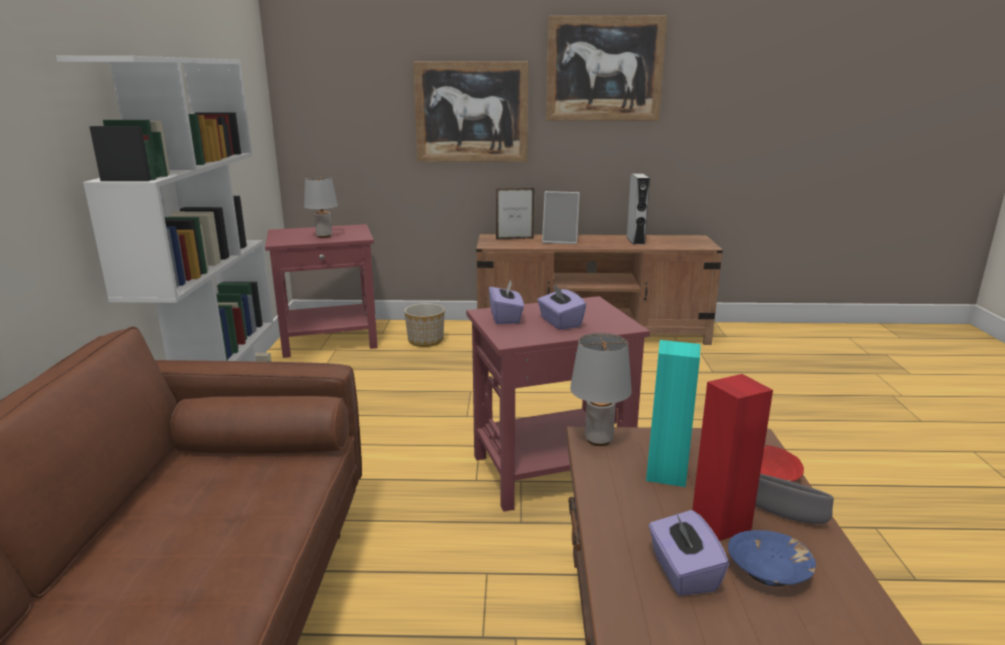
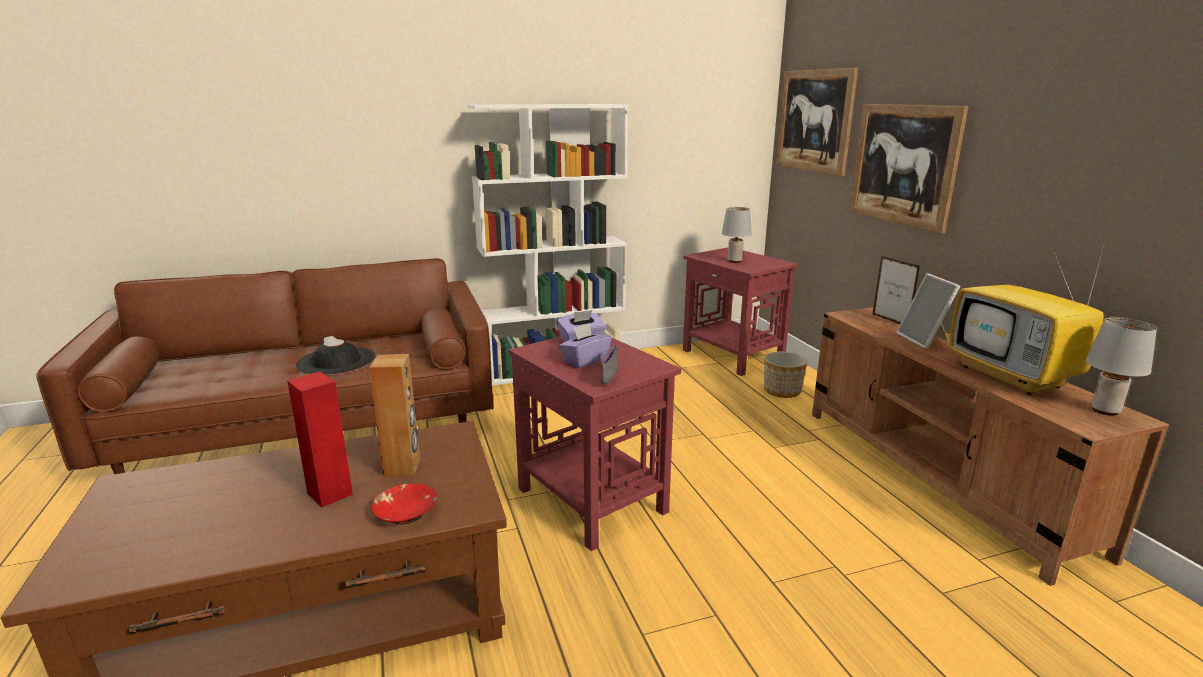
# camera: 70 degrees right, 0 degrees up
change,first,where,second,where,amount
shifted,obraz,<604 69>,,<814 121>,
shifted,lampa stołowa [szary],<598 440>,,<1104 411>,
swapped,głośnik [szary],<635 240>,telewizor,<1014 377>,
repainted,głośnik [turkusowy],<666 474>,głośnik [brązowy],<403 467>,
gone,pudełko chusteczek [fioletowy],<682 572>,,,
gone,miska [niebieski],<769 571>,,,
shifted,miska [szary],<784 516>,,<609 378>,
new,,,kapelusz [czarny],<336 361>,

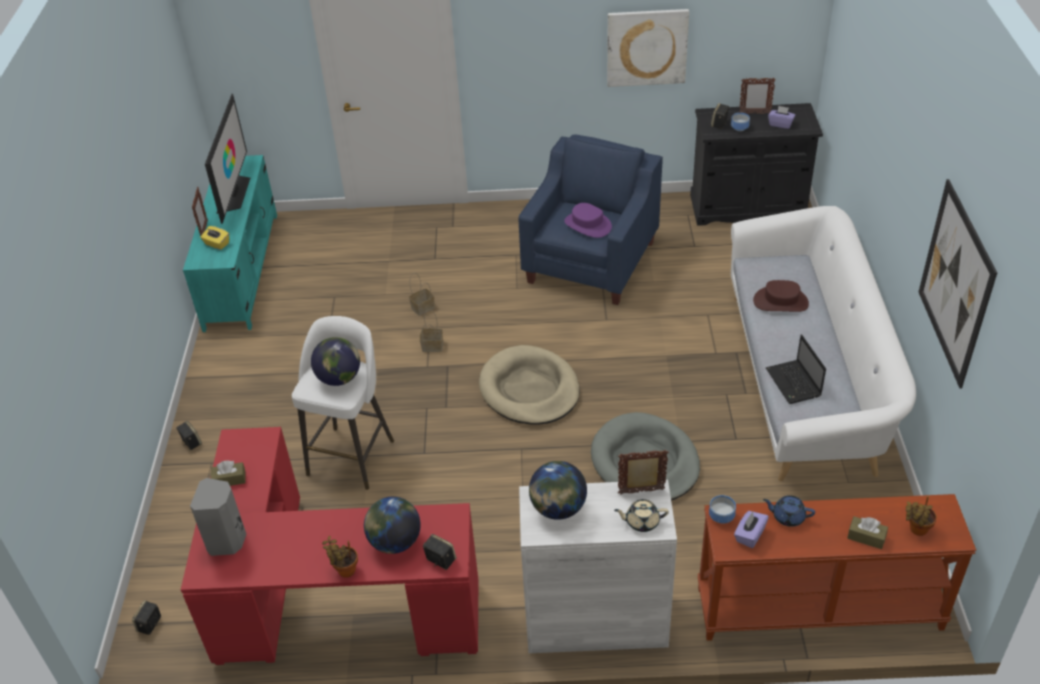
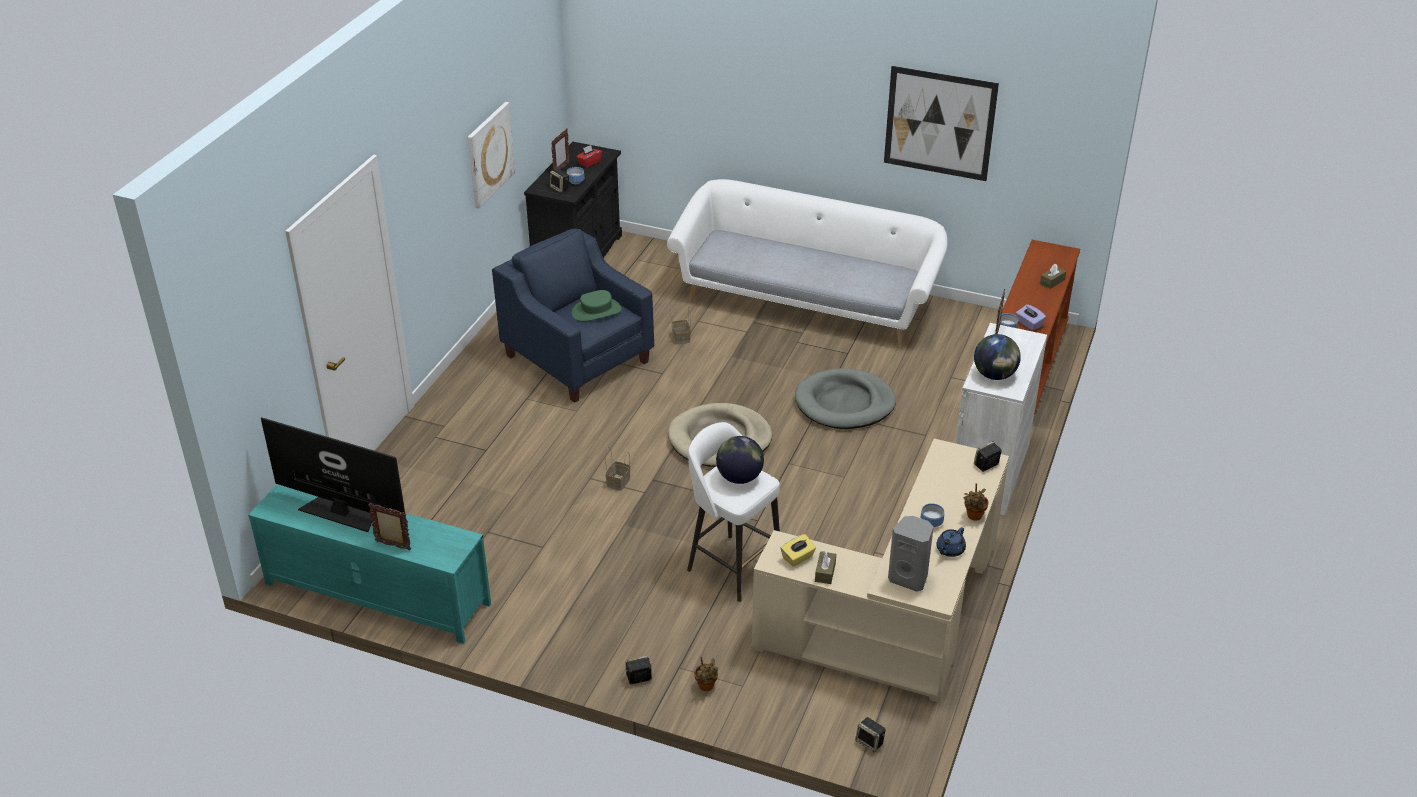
# camera: 70 degrees left, 5 degrees down
change,first,where,second,where,amount
repainted,biurko [czerwony],<325 602>,biurko [beżowy],<900 618>,
shifted,pudełko chusteczek [żółty],<217 244>,,<798 558>,
gone,globus,<395 542>,,,
shifted,koszyk,<423 307>,,<680 338>,
repainted,kapelusz [fioletowy],<587 225>,kapelusz [zielony],<596 311>,
gone,imbryk [beżowy],<641 522>,,,
gone,kapelusz [brązowy],<780 302>,,,
shifted,imbryk [niebieski],<787 516>,,<949 550>,
gone,laptop,<794 383>,,,
repainted,pudełko chusteczek [fioletowy],<780 124>,pudełko chusteczek [czerwony],<589 163>,
shifted,roślina doniczkowa,<916 530>,,<706 687>,
new,,,miska,<932 523>,

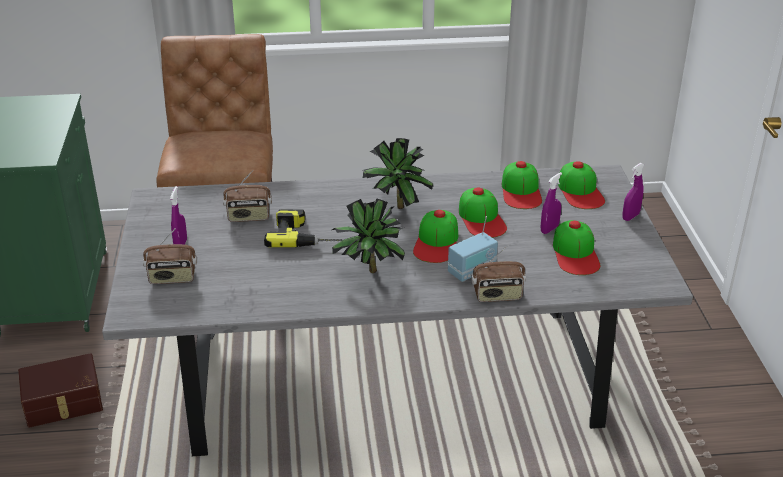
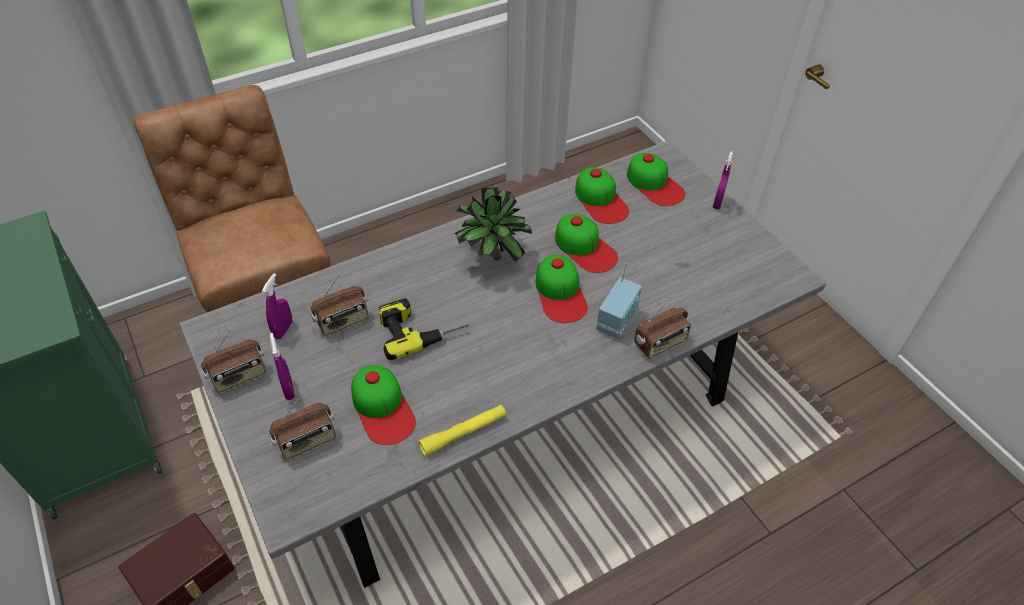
# camera: 25 degrees left, 15 degrees up
change,first,where,second,where,amount
gone,roślina doniczkowa,<369 274>,,,
shifted,spryskiwacz [fioletowy],<549 229>,,<283 329>,
shifted,czapka z daszkiem,<575 253>,,<383 408>,
new,,,radio,<239 377>,
new,,,latarka [żółty],<463 433>,

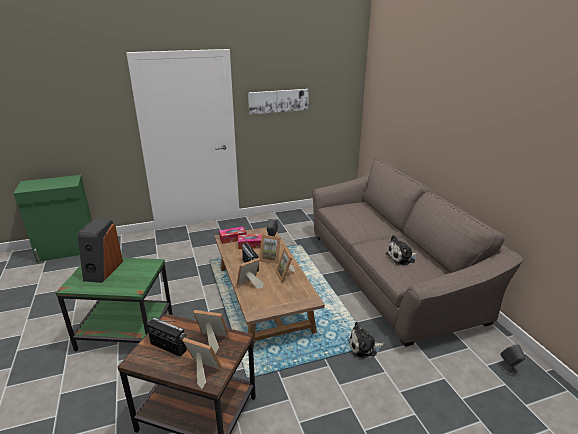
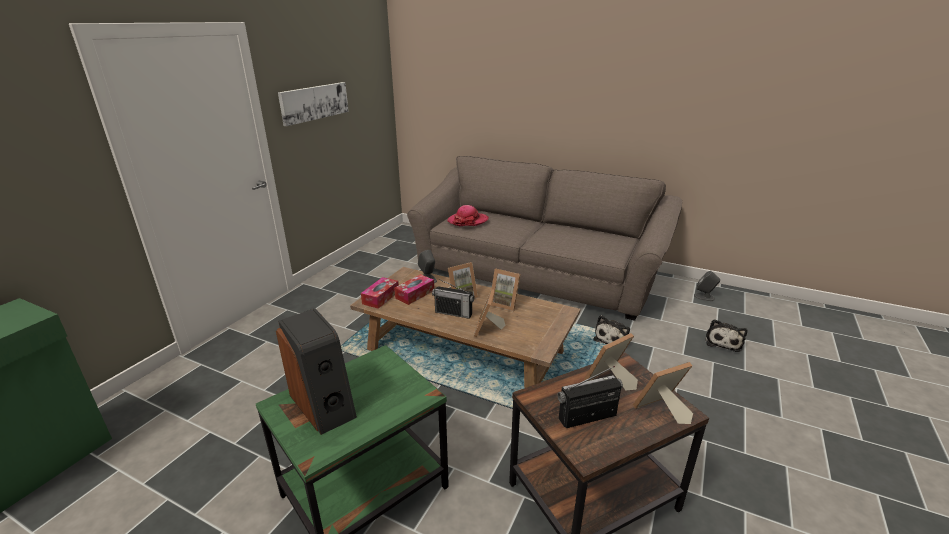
# camera: 45 degrees left, 0 degrees up
change,first,where,second,where,amount
shifted,pluszak,<402 258>,,<723 341>,
new,,,kapelusz,<468 221>,

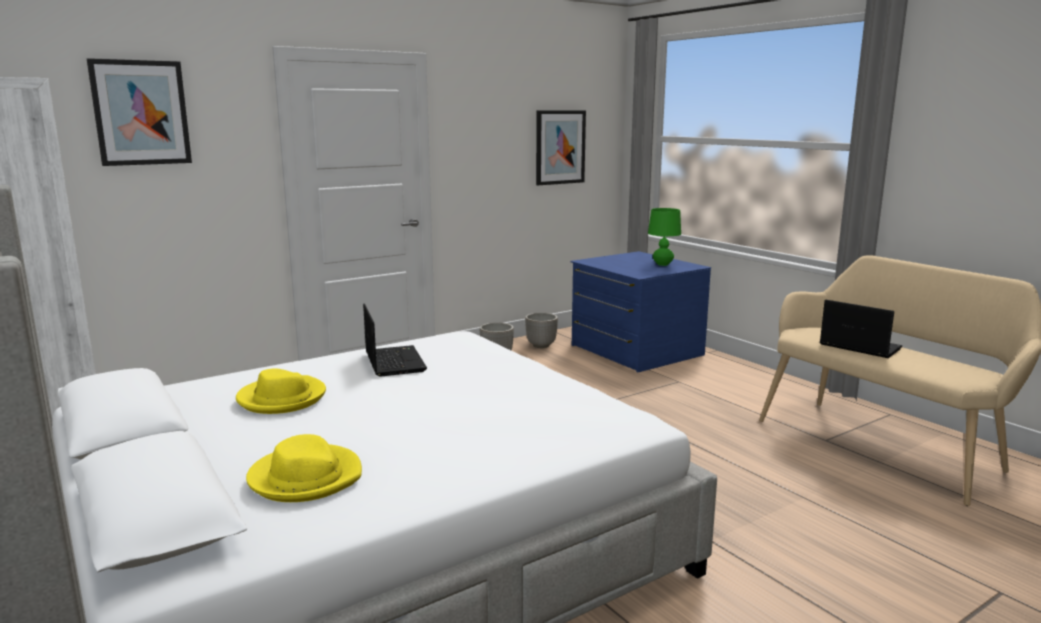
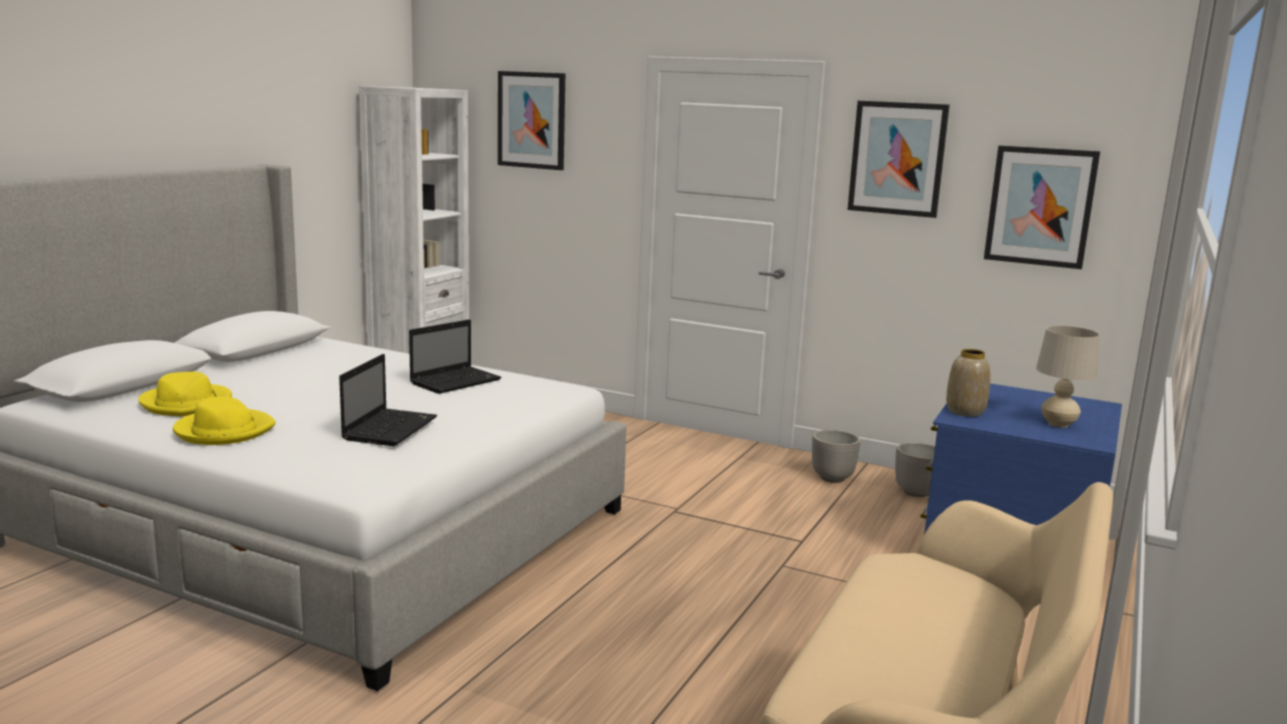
# camera: 60 degrees right, 0 degrees up
change,first,where,second,where,amount
shifted,kapelusz [żółty],<282 398>,,<224 431>,
repainted,lampa stołowa [zielony],<662 264>,lampa stołowa [beżowy],<1058 424>,
shifted,laptop,<858 347>,,<390 428>,
new,,,obraz,<897 158>,
new,,,wazon,<965 412>,

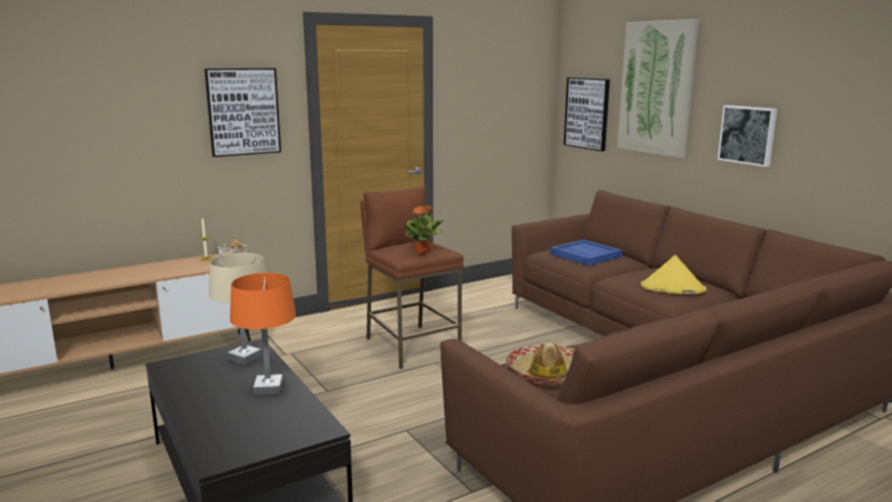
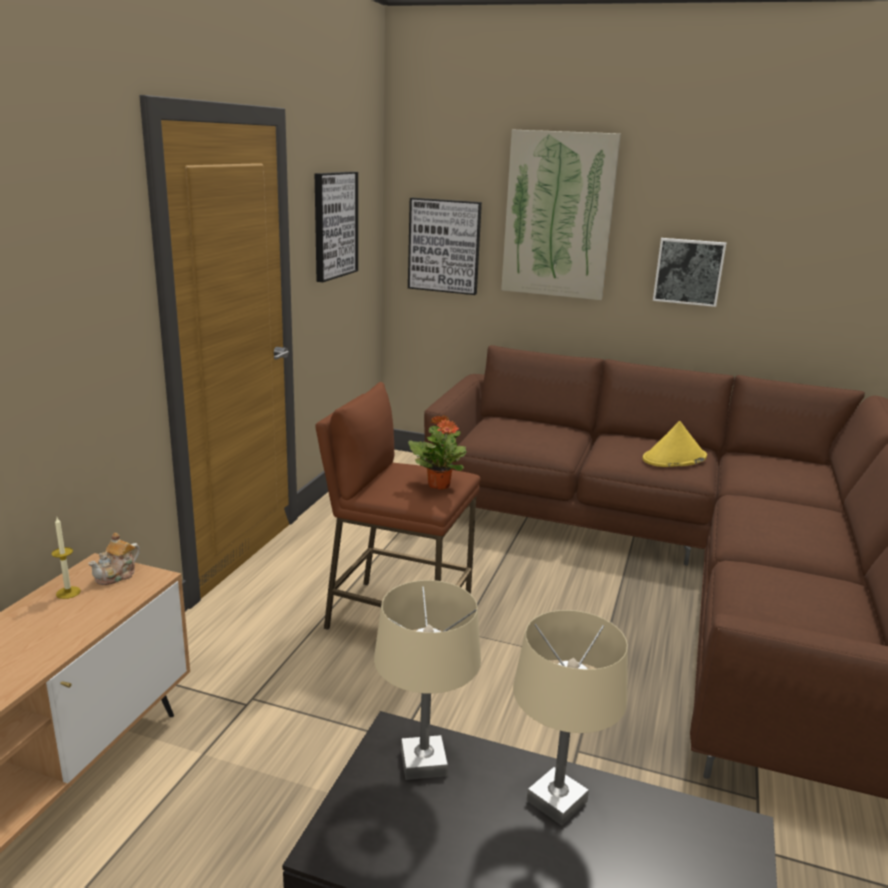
# camera: 40 degrees left, 5 degrees up
change,first,where,second,where,amount
shifted,obraz,<243 111>,,<334 225>,
repainted,lampa stołowa [pomarańczowy],<268 388>,lampa stołowa [beżowy],<556 801>,
gone,kapelusz,<548 374>,,,
gone,taca [niebieski],<585 255>,,,

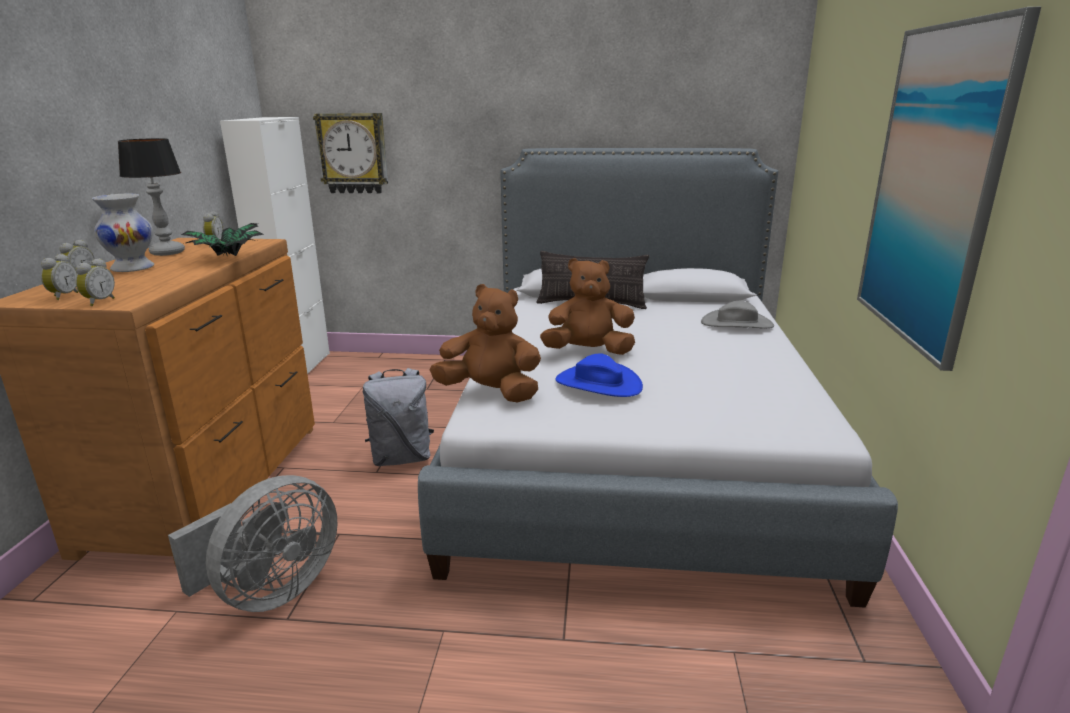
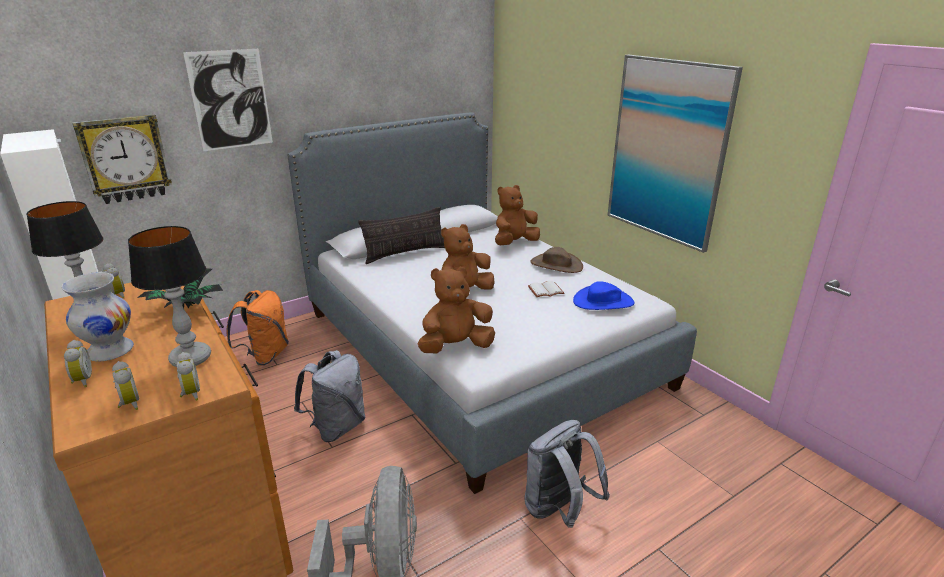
# camera: 40 degrees left, 5 degrees up
change,first,where,second,where,amount
shifted,kapelusz [niebieski],<598 384>,,<603 302>,
swapped,kapelusz [szary],<737 323>,pluszak [brązowy],<514 243>,
new,,,lampa stołowa,<192 358>,
new,,,obraz,<230 100>,
new,,,plecak [pomarańczowy],<265 355>,
new,,,plecak [szary],<558 510>,
new,,,książka [biały],<545 291>,
new,,,kapelusz [brązowy],<556 265>,

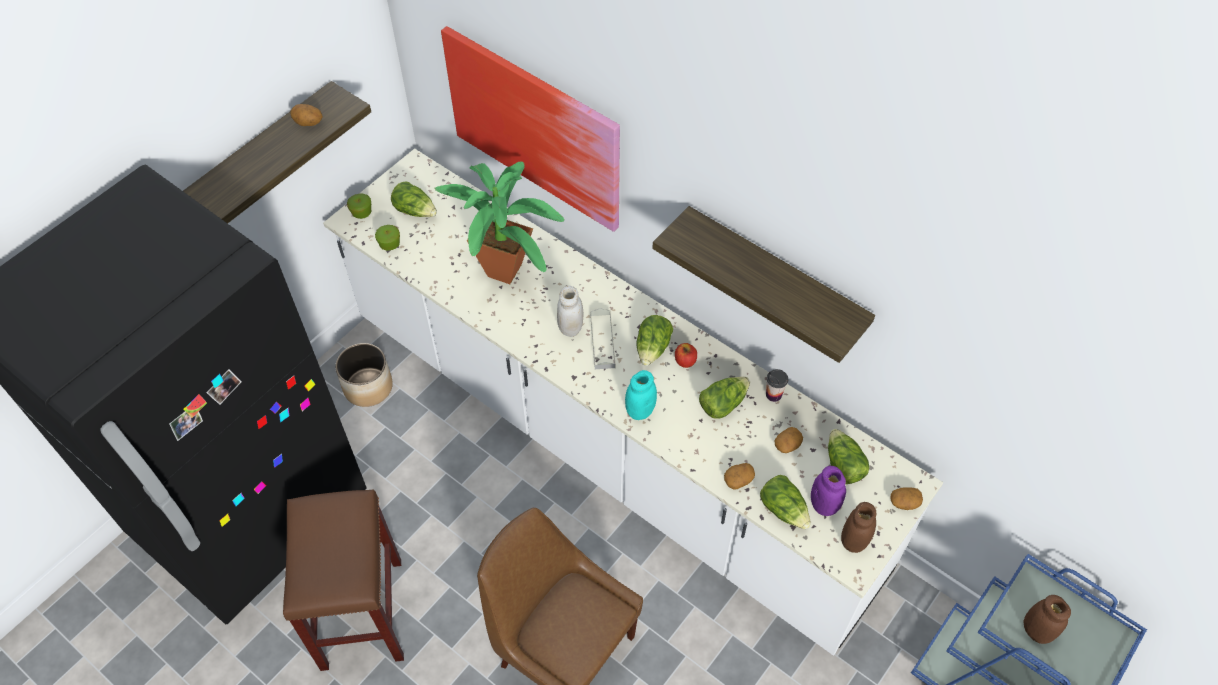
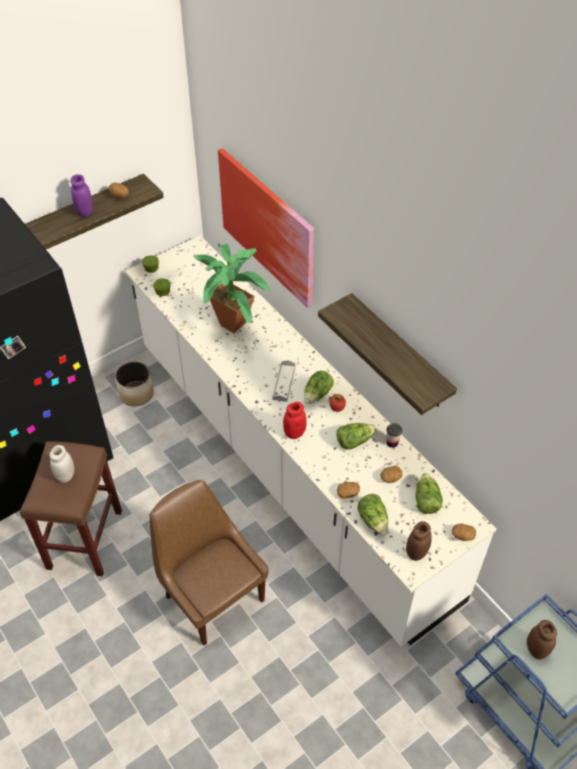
# camera: 15 degrees right, 5 degrees down
change,first,where,second,where,amount
gone,sałata,<415 210>,,,
shifted,słoik [biały],<570 328>,,<66 476>,
repainted,słoik [turkusowy],<640 411>,słoik [czerwony],<294 433>,
shifted,słoik [fioletowy],<824 505>,,<85 212>,

